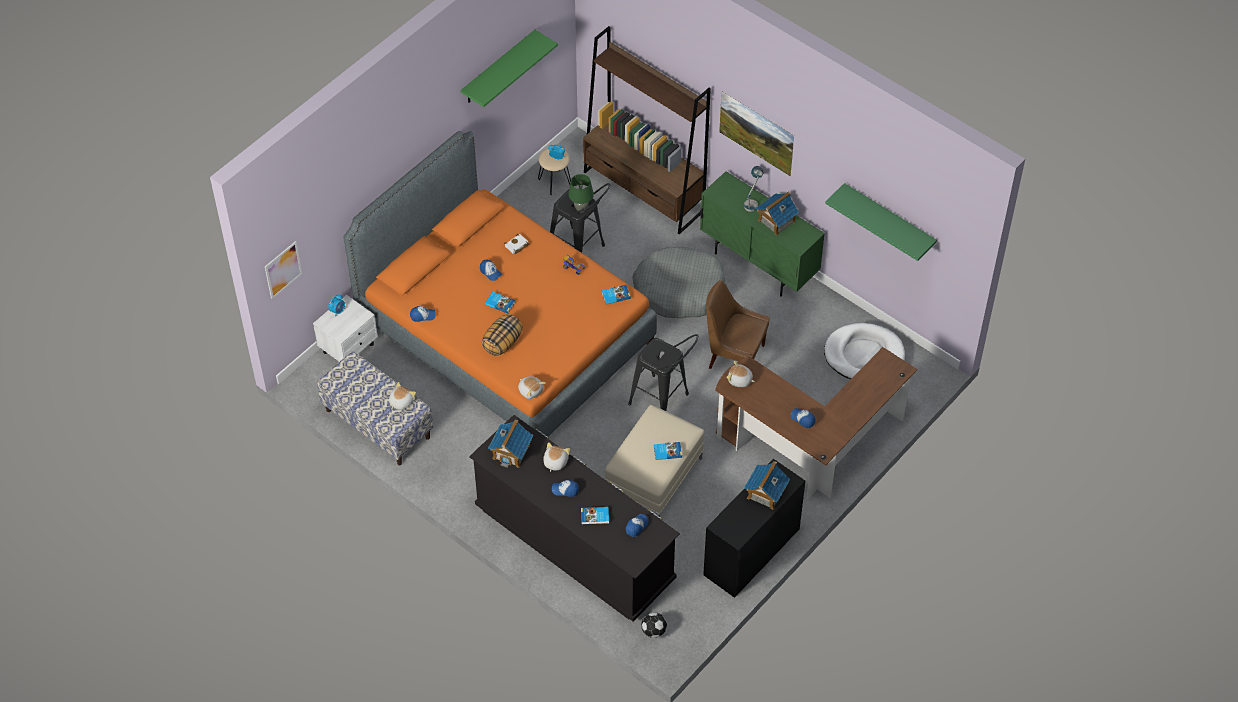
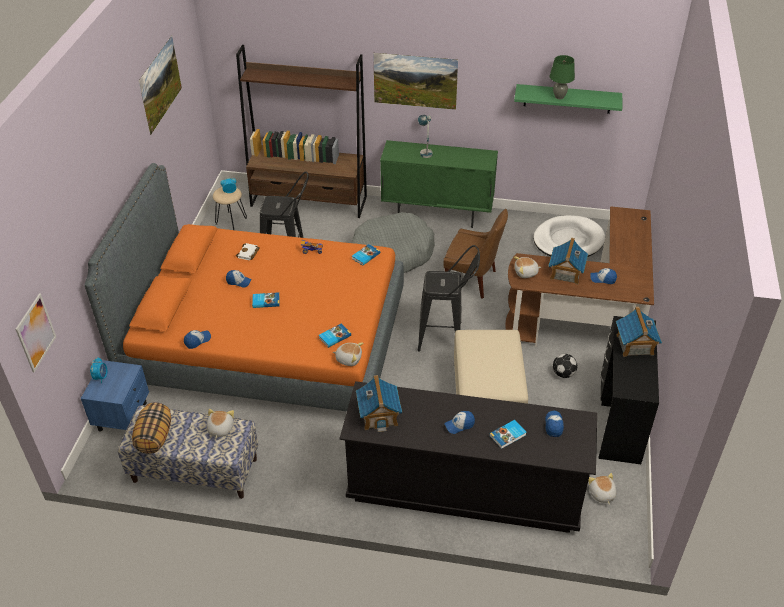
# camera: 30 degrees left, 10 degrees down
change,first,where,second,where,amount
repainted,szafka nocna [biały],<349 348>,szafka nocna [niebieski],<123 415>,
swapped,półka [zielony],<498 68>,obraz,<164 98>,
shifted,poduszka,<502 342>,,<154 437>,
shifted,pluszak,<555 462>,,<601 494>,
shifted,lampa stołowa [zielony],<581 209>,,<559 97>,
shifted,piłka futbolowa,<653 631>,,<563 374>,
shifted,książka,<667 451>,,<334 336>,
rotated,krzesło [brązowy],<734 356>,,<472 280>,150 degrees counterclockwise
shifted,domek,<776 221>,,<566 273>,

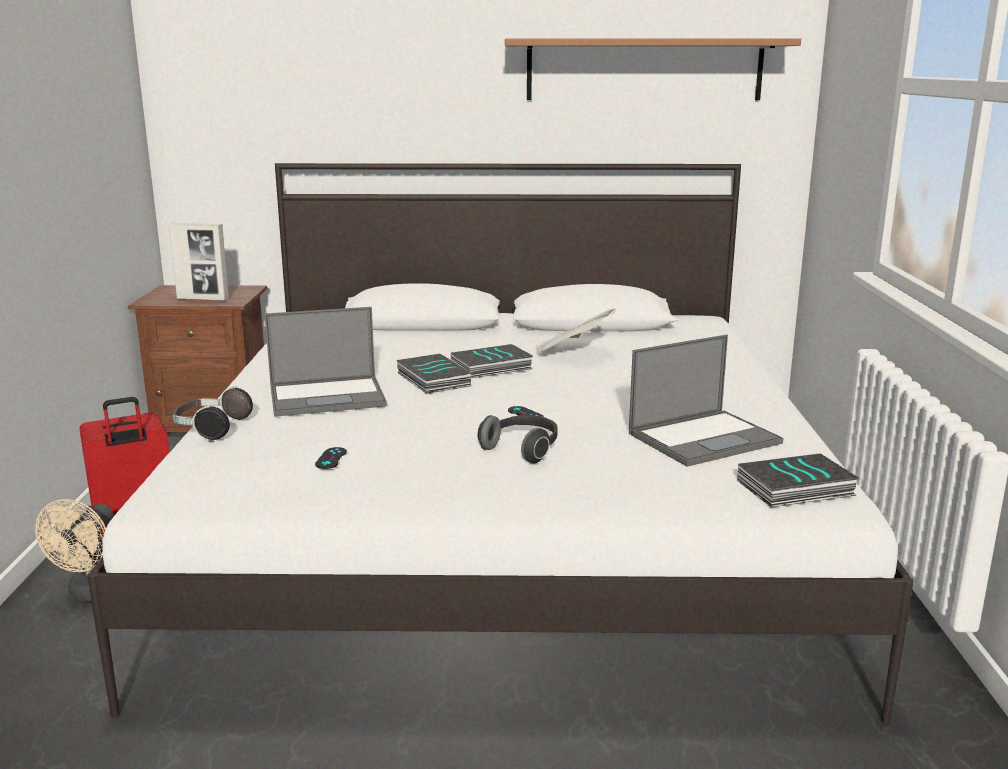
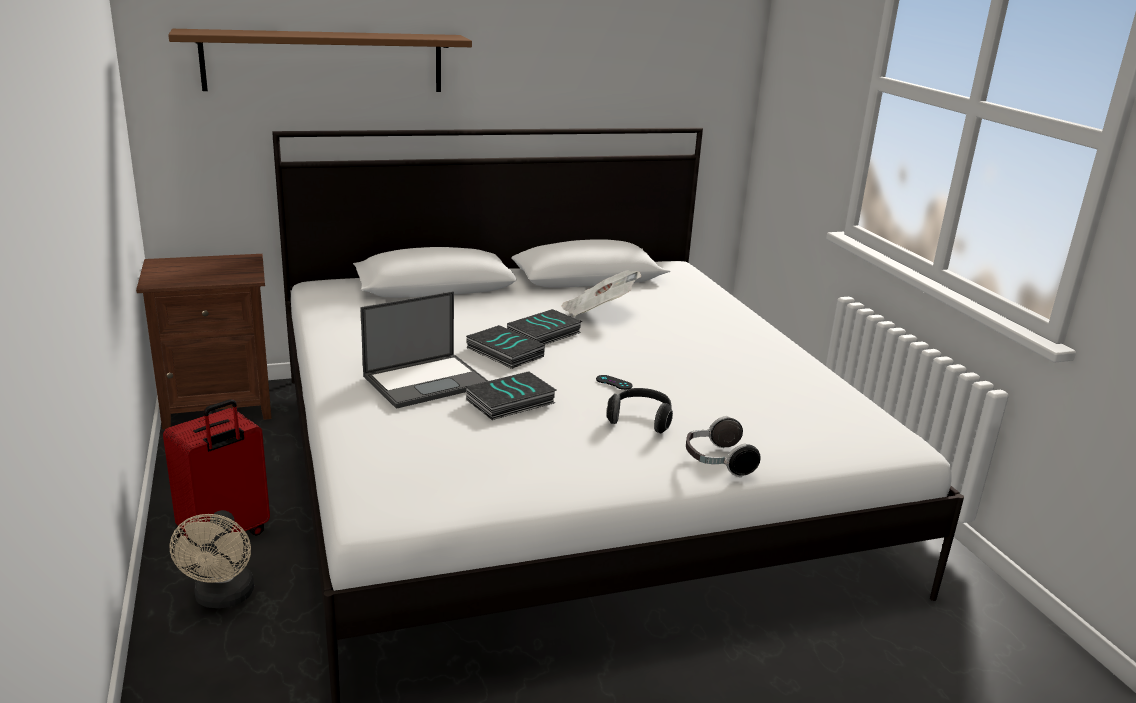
# camera: 20 degrees left, 5 degrees up
change,first,where,second,where,amount
gone,ramka na zdjęcie,<203 299>,,,
shifted,słuchawki,<211 429>,,<717 462>,
gone,pad do gier [czarny],<331 458>,,,
shifted,półka [brązowy],<644 70>,,<324 61>,
gone,laptop,<705 438>,,,
shifted,książka,<795 489>,,<510 402>,

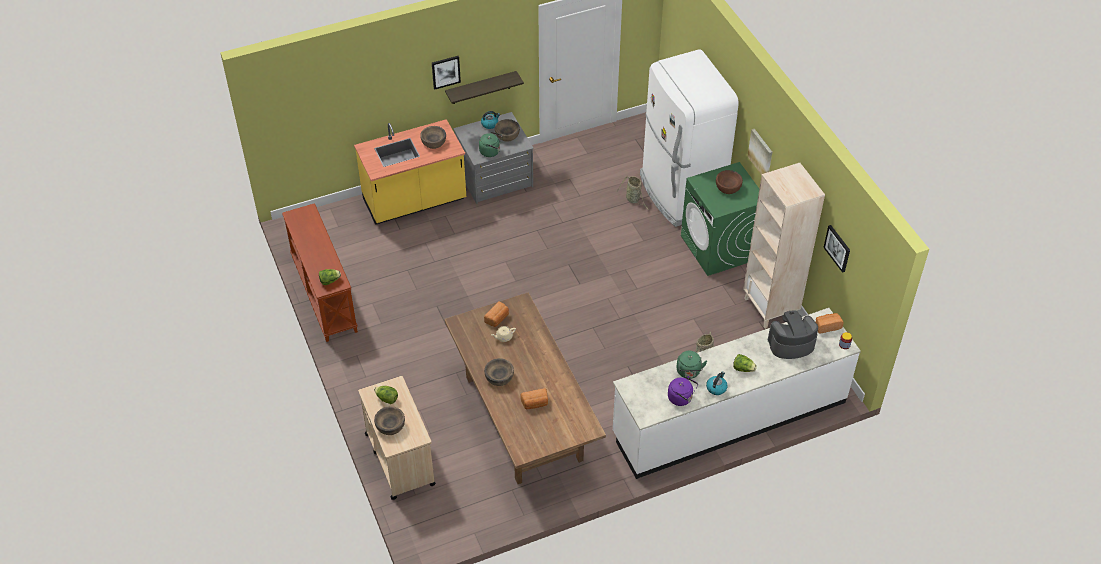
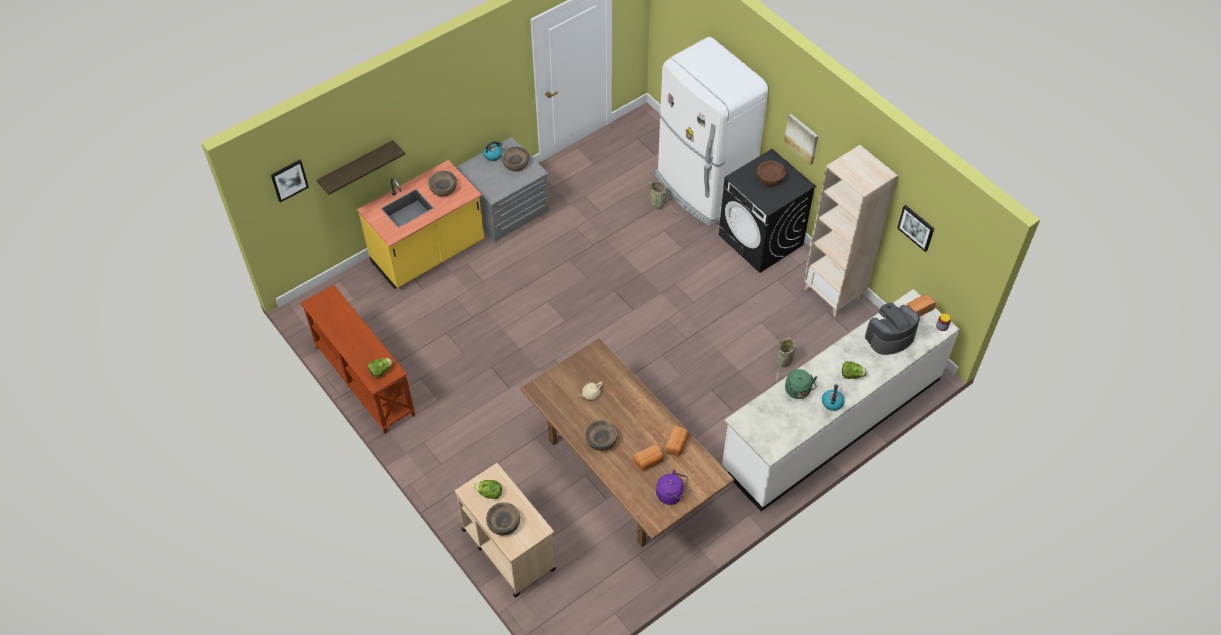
# camera: 15 degrees left, 5 degrees up
change,first,where,second,where,amount
shifted,obraz,<445 72>,,<289 180>,
shifted,półka,<481 88>,,<357 167>,
gone,czajnik [zielony],<491 151>,,,
shifted,chleb,<497 319>,,<677 445>,
shifted,czajnik [fioletowy],<681 398>,,<671 494>,
repainted,pralka [zielony],<719 248>,pralka [czarny],<761 240>,

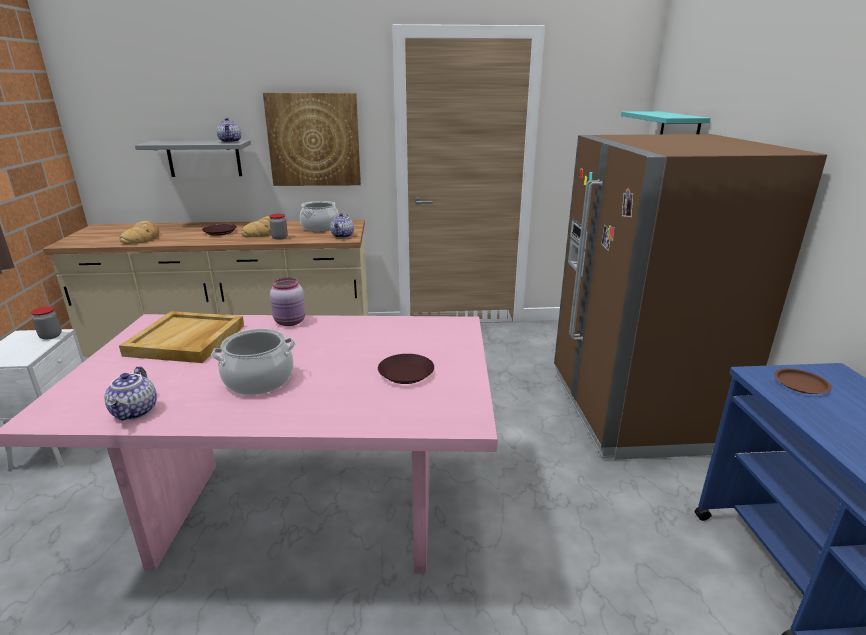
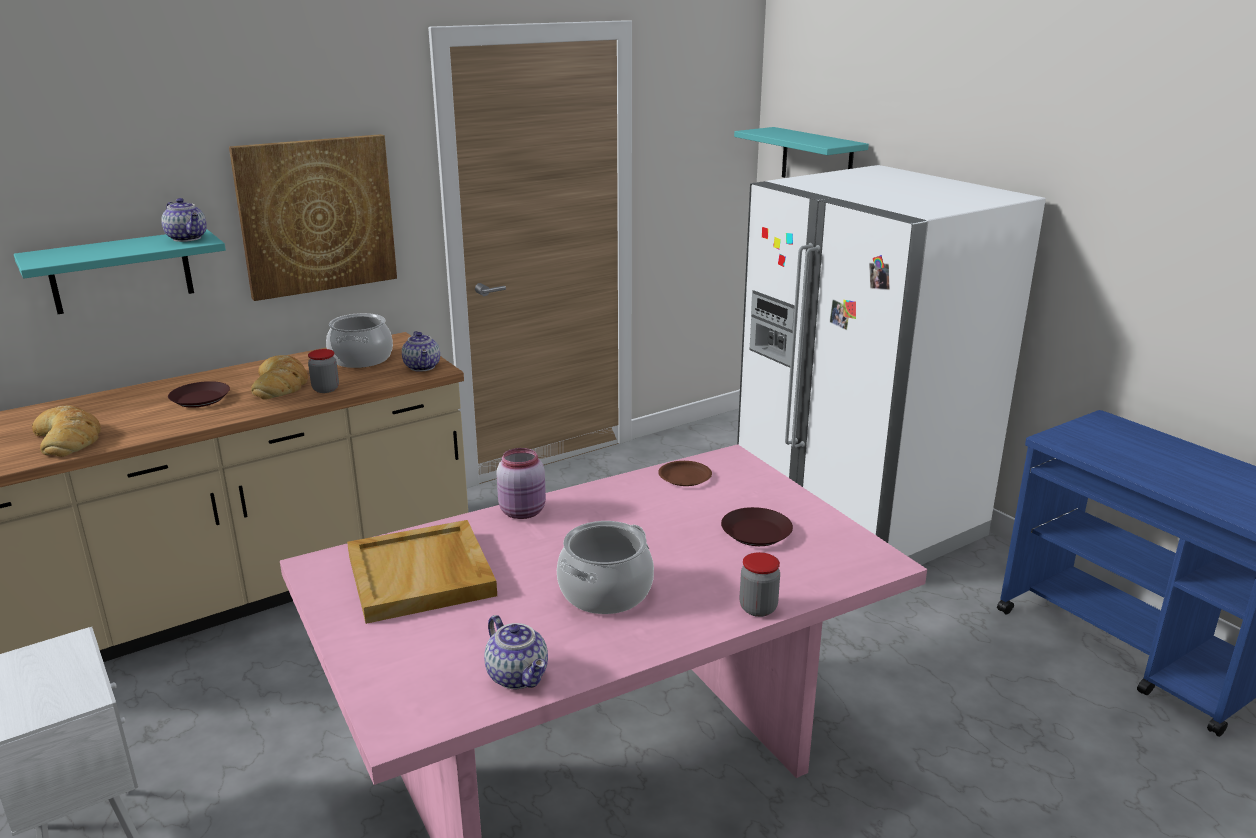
# camera: 30 degrees left, 0 degrees up
change,first,where,second,where,amount
shifted,słoik,<50 336>,,<758 608>,
repainted,półka [szary],<204 158>,półka [turkusowy],<121 272>,
repainted,lodówka [brązowy],<635 410>,lodówka [biały],<857 519>,
shifted,talerz [brązowy],<801 384>,,<685 477>,

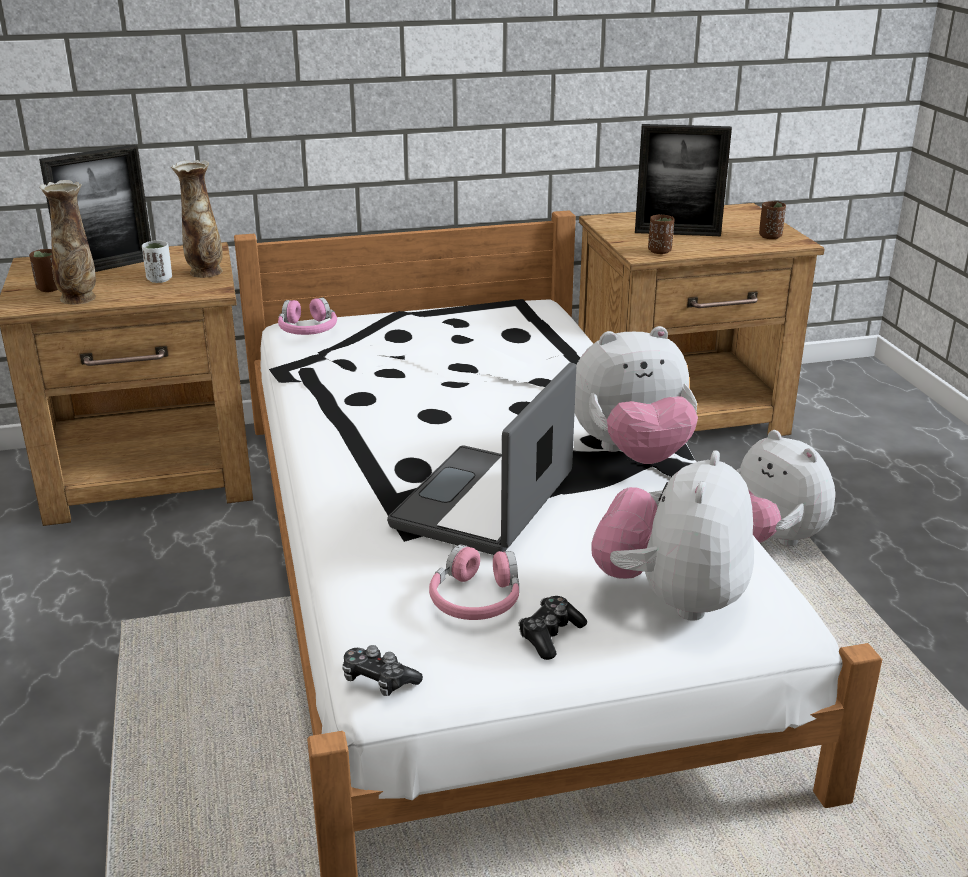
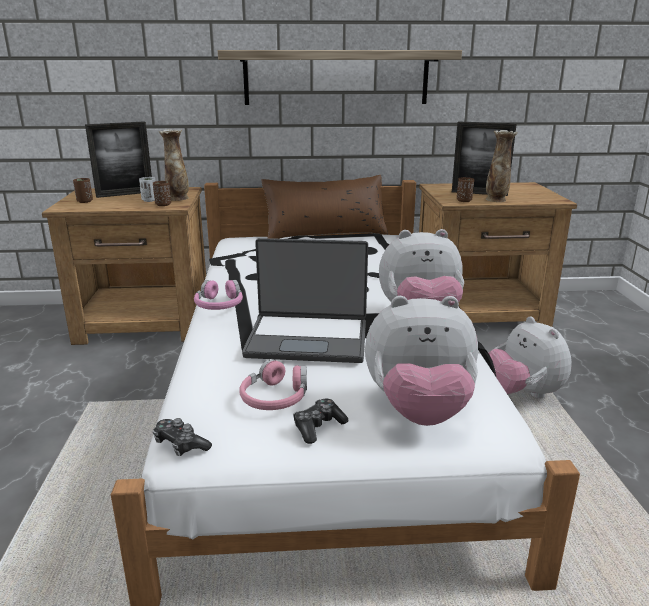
# camera: 10 degrees right, 5 degrees down
change,first,where,second,where,amount
shifted,wazon,<79 298>,,<496 200>,
shifted,słuchawki [różowy],<308 329>,,<219 304>,
rotated,laptop,<486 503>,,<308 339>,120 degrees counterclockwise
rotated,pluszak,<672 598>,,<419 411>,120 degrees counterclockwise
shifted,filiżanka [brązowy],<770 236>,,<163 205>,
new,,,półka,<336 77>,
new,,,poduszka [brązowy],<325 233>,

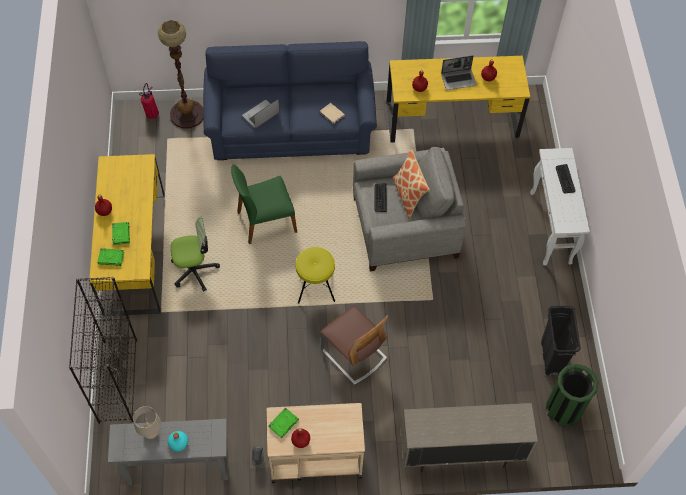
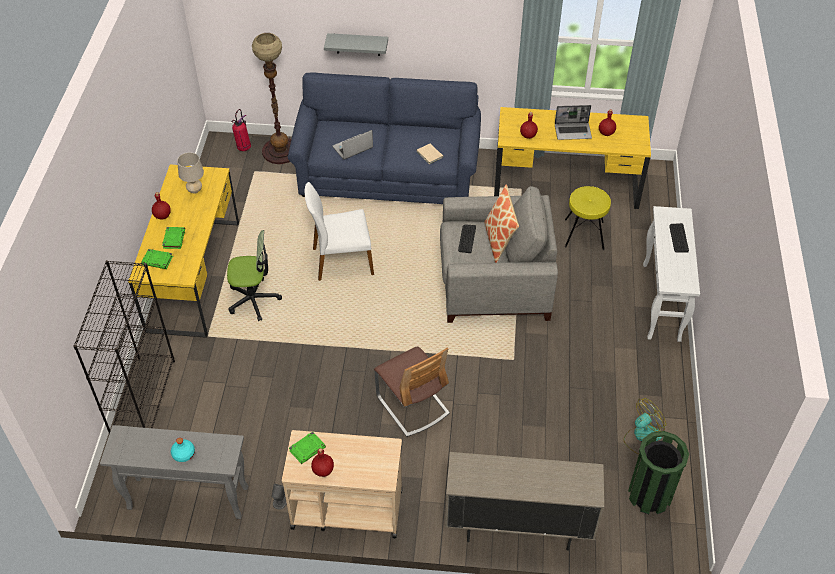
# camera: 10 degrees right, 10 degrees down
change,first,where,second,where,amount
shifted,lampa stołowa [beżowy],<151 433>,,<195 190>,
repainted,krzesło [zielony],<266 221>,krzesło [biały],<342 260>,
shifted,stołek [żółty],<315 286>,,<584 234>,
swapped,kosz na śmieci [czarny],<551 357>,wentylator,<642 437>,
new,,,półka [szary],<358 44>,

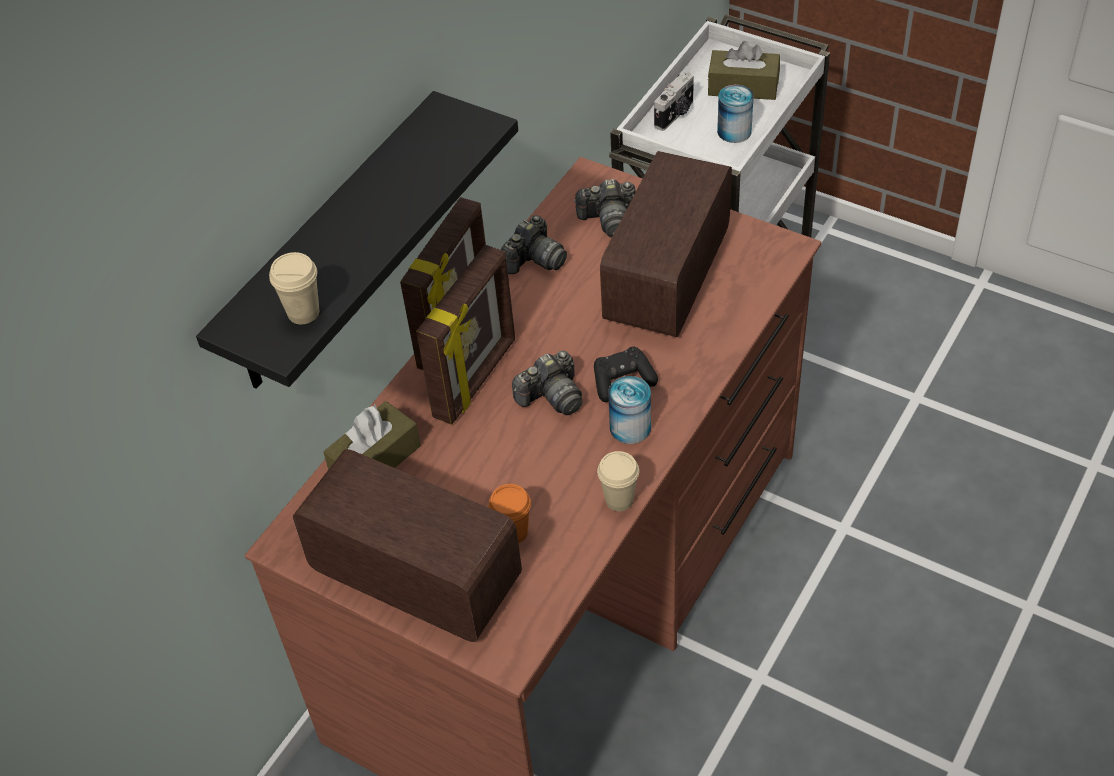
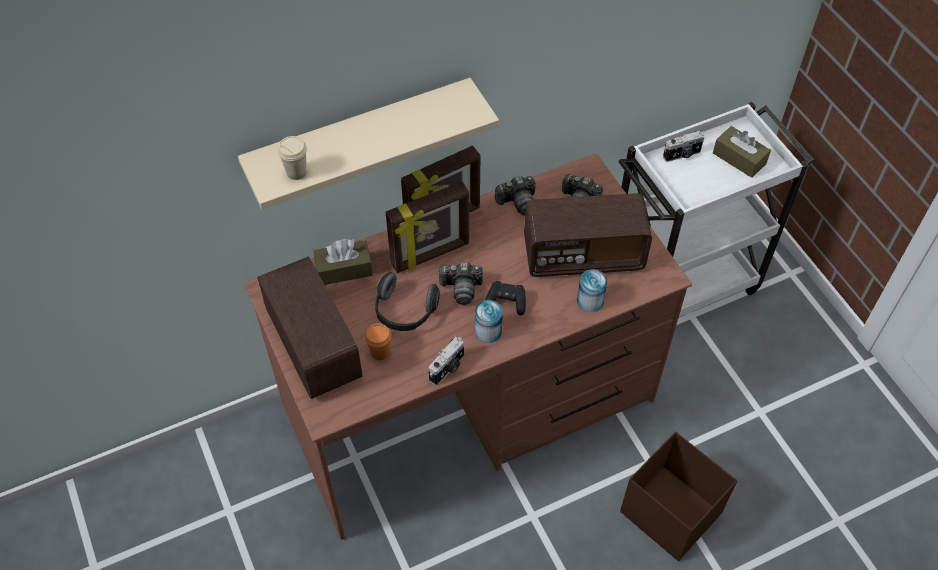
# camera: 30 degrees right, 5 degrees up
change,first,where,second,where,amount
repainted,półka [czarny],<332 248>,półka [beżowy],<360 141>,
swapped,filiżanka [beżowy],<619 500>,aparat fotograficzny,<448 368>,
rotated,radio,<668 278>,,<583 255>,150 degrees counterclockwise
shifted,puszka,<734 131>,,<590 301>,
new,,,słuchawki,<404 312>,
new,,,pojemnik do przechowywania [brązowy],<669 511>,

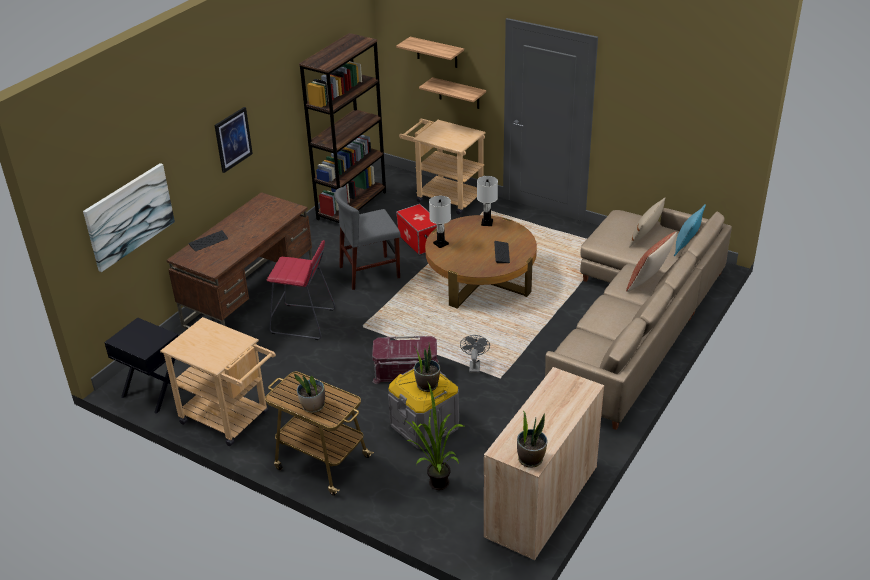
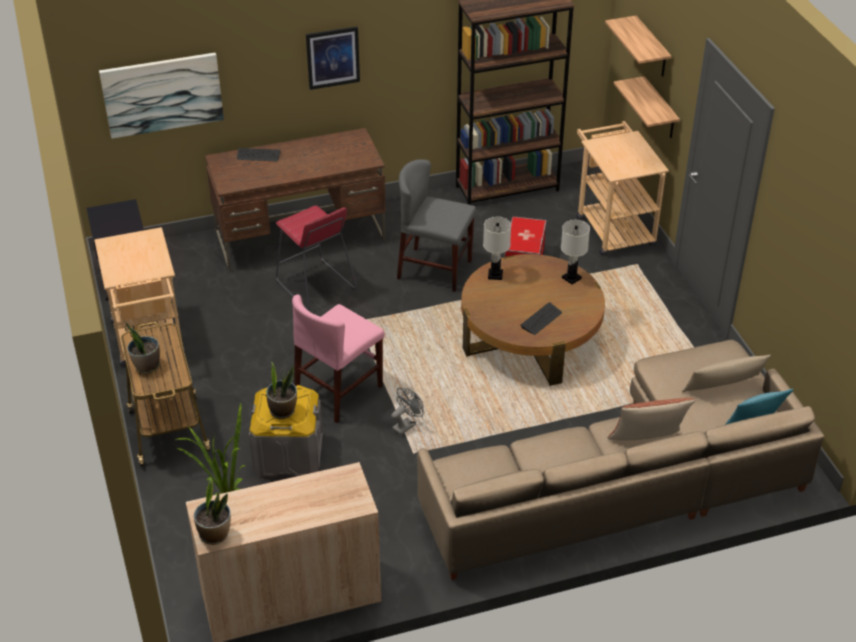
# camera: 40 degrees right, 5 degrees up
change,first,where,second,where,amount
swapped,pojemnik do przechowywania [czerwony],<405 372>,krzesło [różowy],<339 391>,

